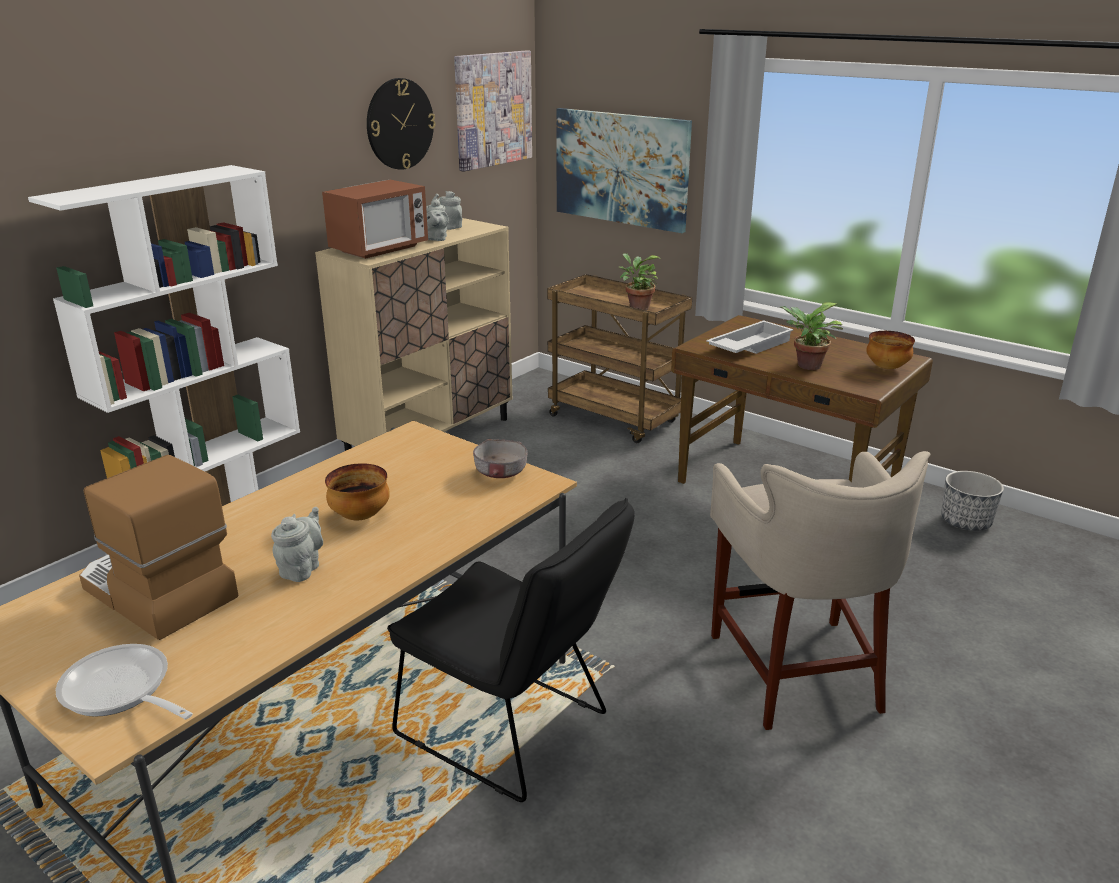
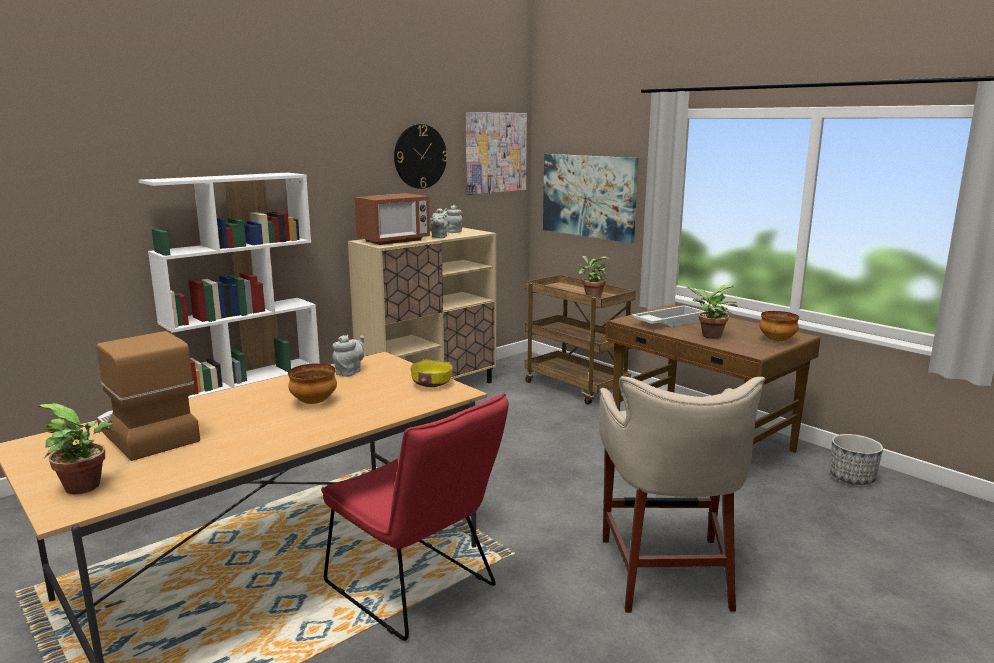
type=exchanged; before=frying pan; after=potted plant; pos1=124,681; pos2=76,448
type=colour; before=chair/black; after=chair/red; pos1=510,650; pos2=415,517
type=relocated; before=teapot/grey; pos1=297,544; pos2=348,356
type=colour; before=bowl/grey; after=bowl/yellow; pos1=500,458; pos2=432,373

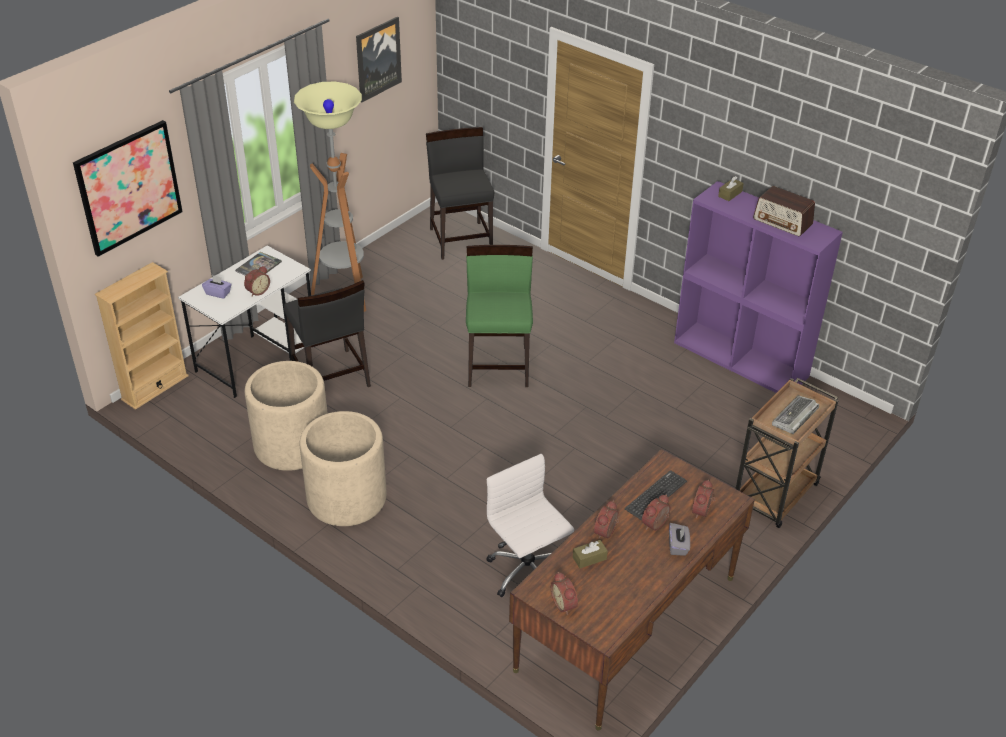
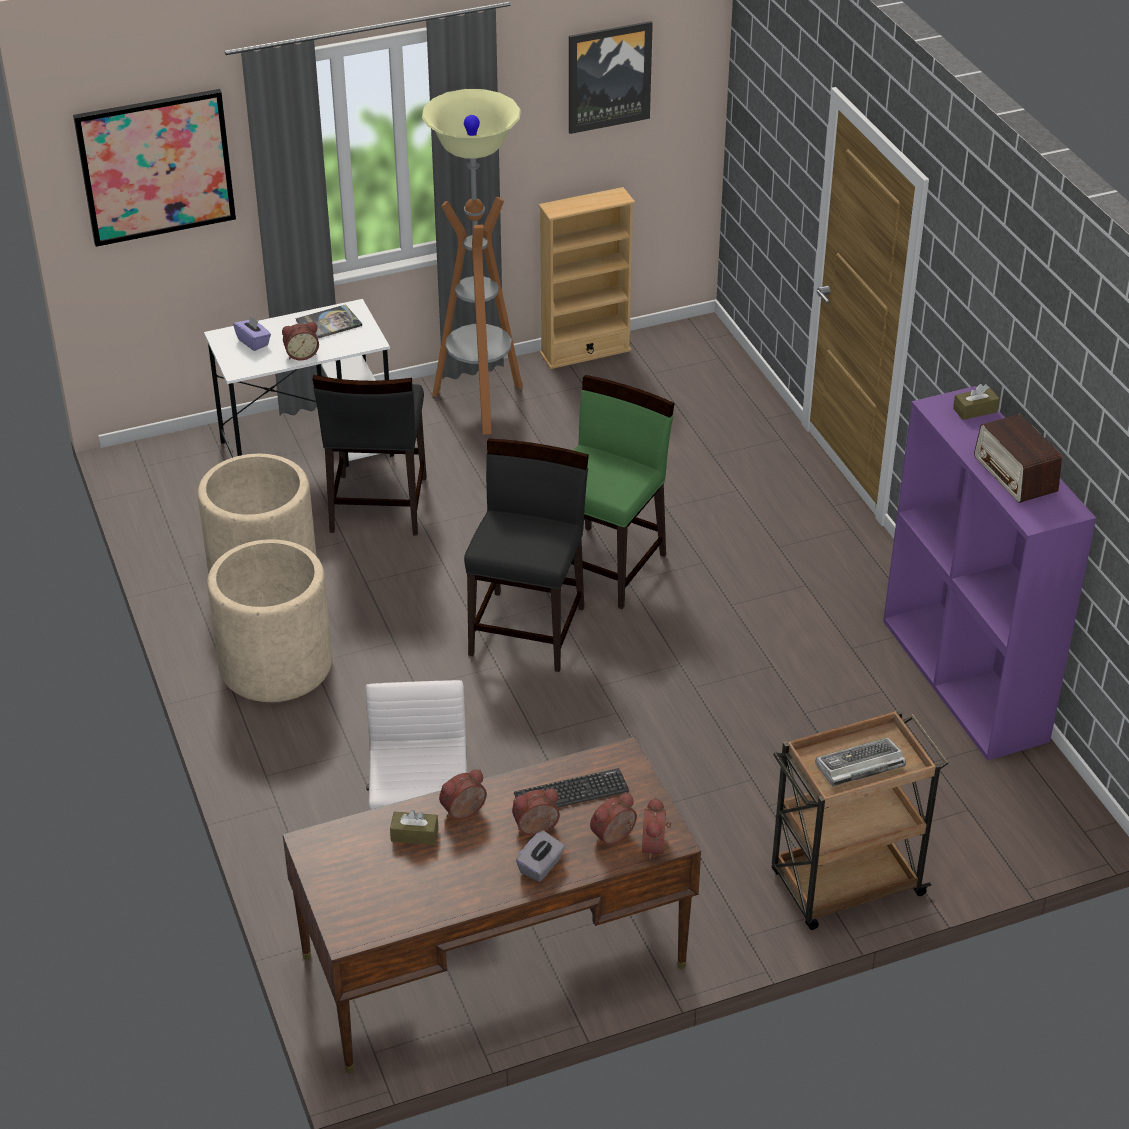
type=relocated; before=chair/black; pos1=460,193; pos2=526,555
type=relocated; before=bookcase/beige; pos1=142,336; pos2=587,278
type=relocated; before=alarm clock; pos1=564,593; pos2=656,828

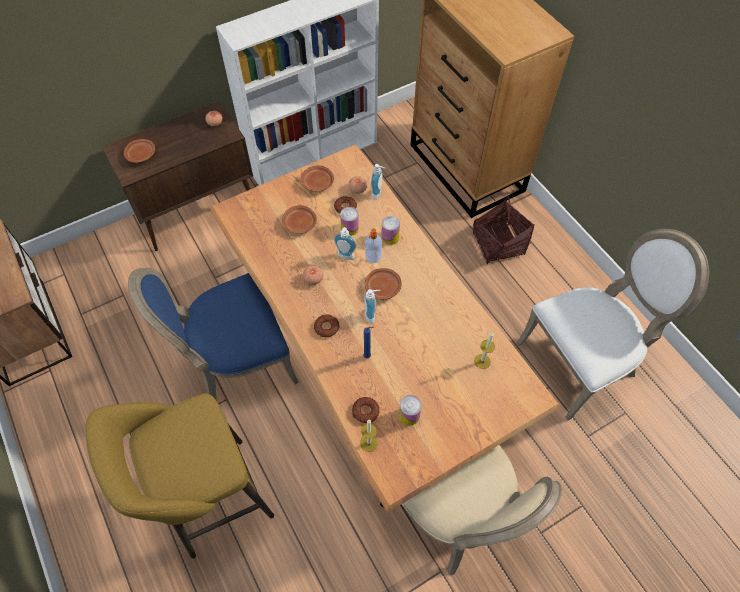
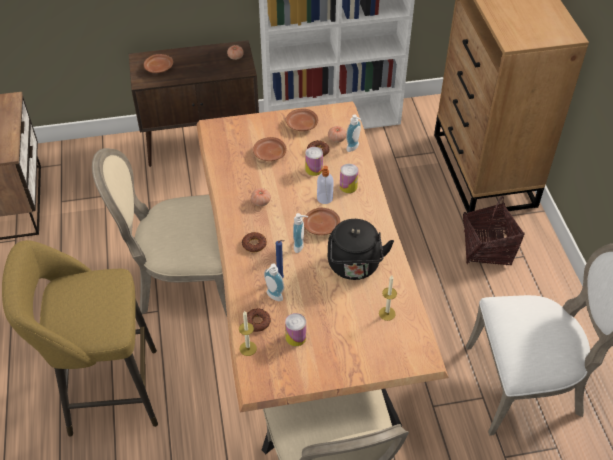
type=colour; before=chair/blue; after=chair/beige; pos1=213,334; pos2=159,232
type=relocated; before=soap dispenser; pos1=345,243; pos2=274,282
type=appeared; after=kettle/black; pos2=361,249

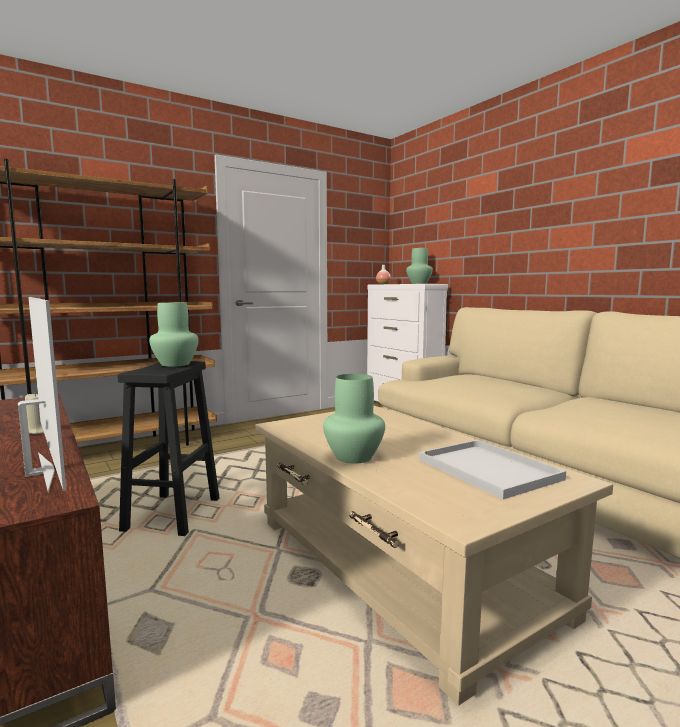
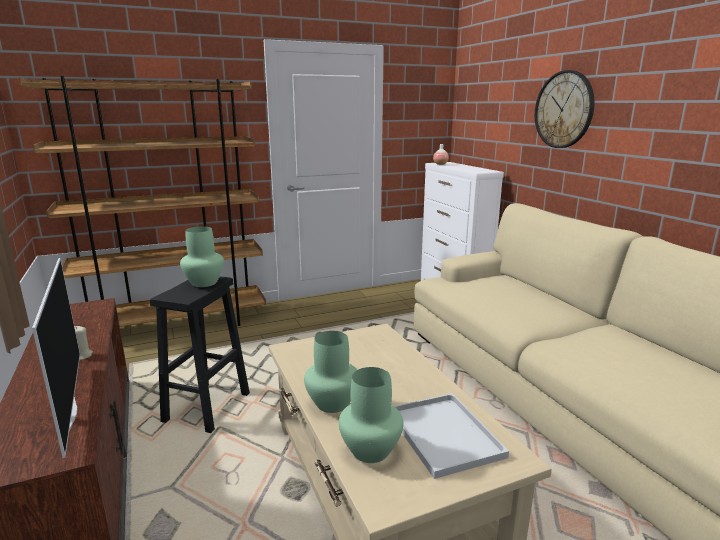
type=relocated; before=vase/green; pos1=419,266; pos2=371,415
type=appeared; after=wall clock; pos2=565,109

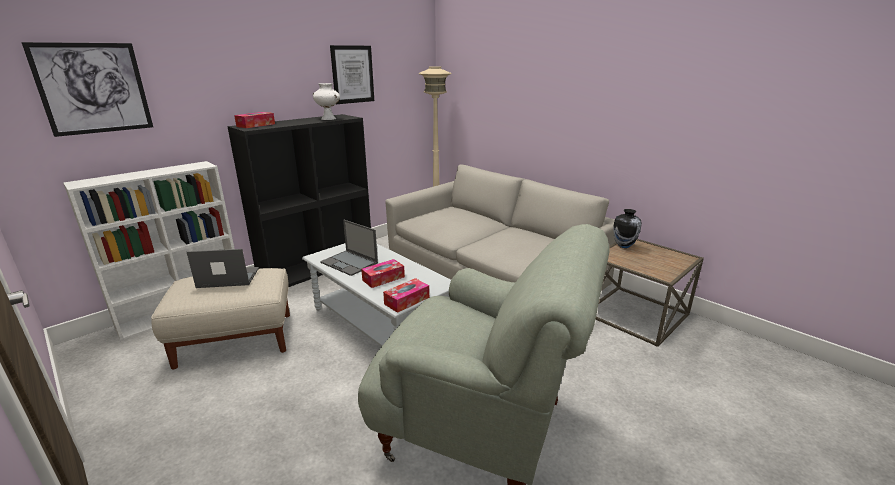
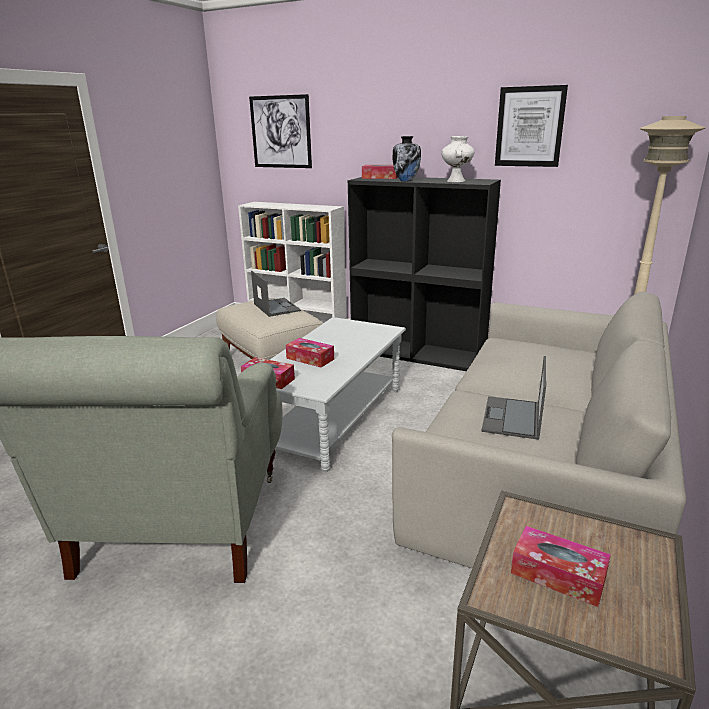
type=relocated; before=vase; pos1=627,228; pos2=406,158
type=relocated; before=laptop; pos1=349,248; pos2=514,398
type=appeared; after=tissue box; pos2=561,566

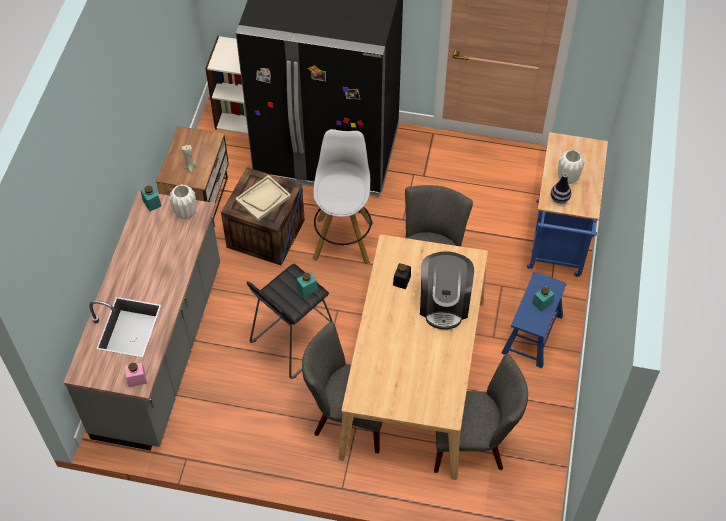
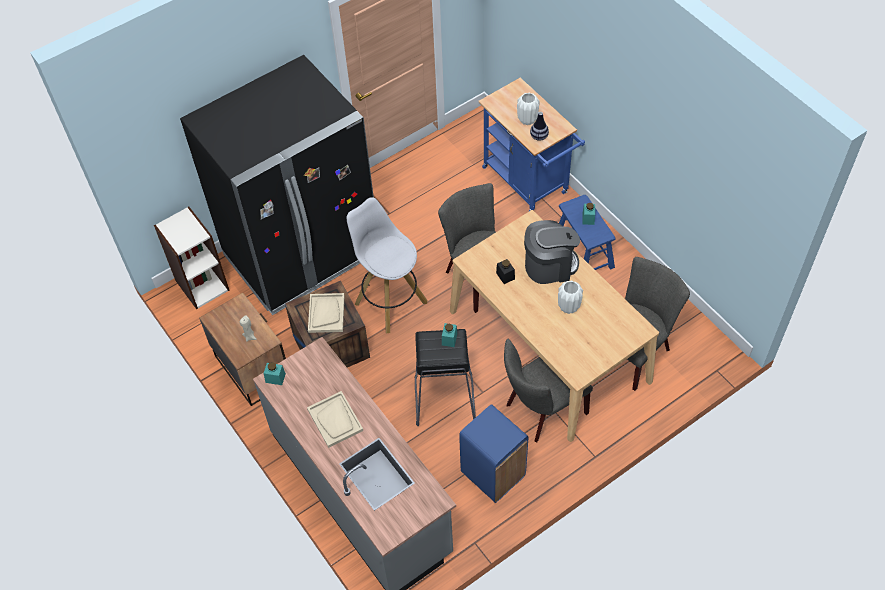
type=appeared; after=tray/beige; pos2=335,419
type=appeared; after=trash can/blue; pos2=493,453
type=spun; before=coffee machine; pos1=447,290; pos2=552,252; turn=-60
type=relocated; before=vase/white; pos1=183,202; pos2=570,297
type=missing; before=jar/pink; pos1=136,375

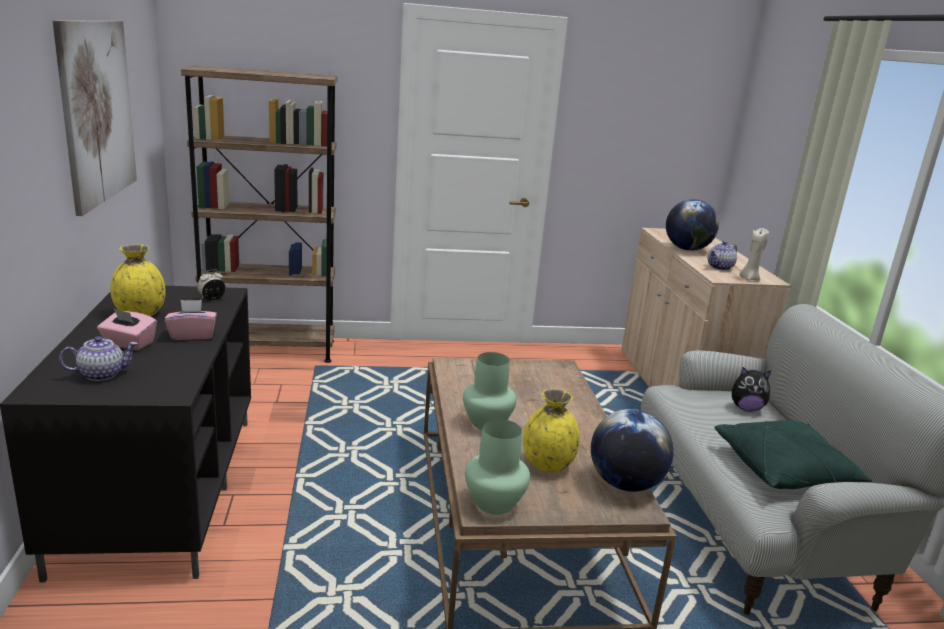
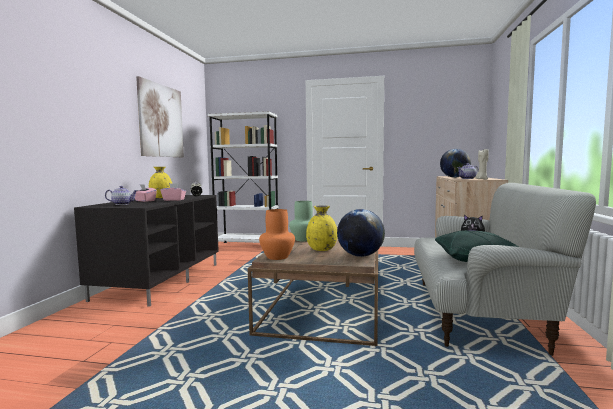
type=colour; before=bookcase/brown; after=bookcase/white; pos1=259,214; pos2=243,177
type=colour; before=vase/green; after=vase/orange; pos1=497,467; pos2=277,234

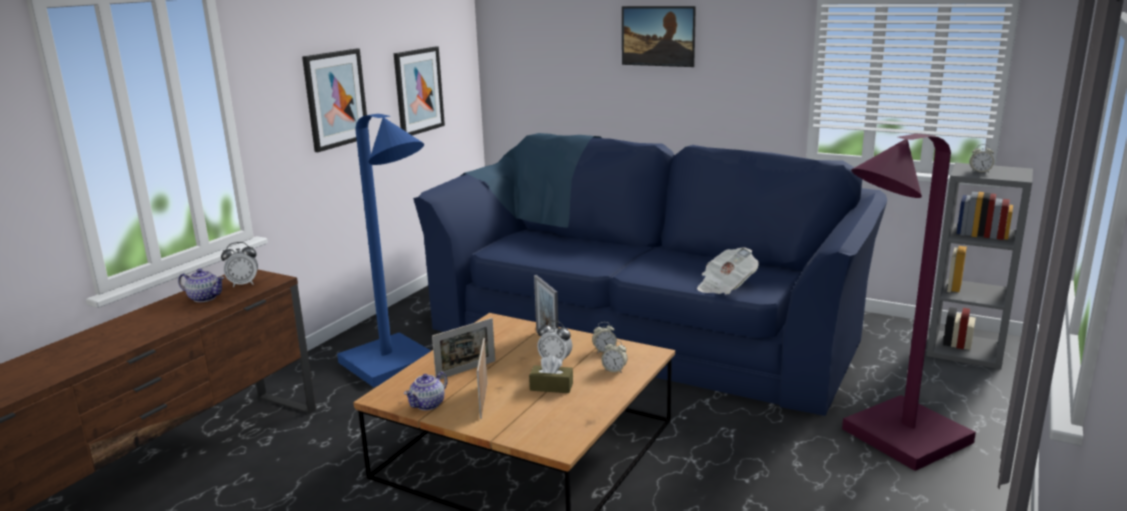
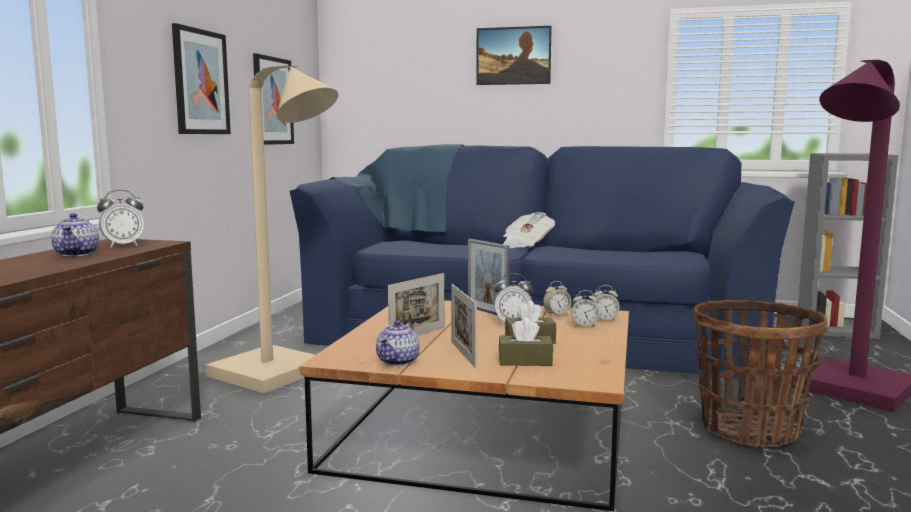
type=spun; before=teapot; pos1=201,285; pos2=75,235; turn=75
type=colour; before=floor lamp/blue; after=floor lamp/beige; pos1=384,250; pos2=272,229
type=appeared; after=tissue box/brown; pos2=526,342
type=relocated; before=newspaper; pos1=728,270; pos2=529,230
type=relocated; before=alarm clock; pos1=982,158; pos2=606,303
type=appeared; after=basket; pos2=761,374

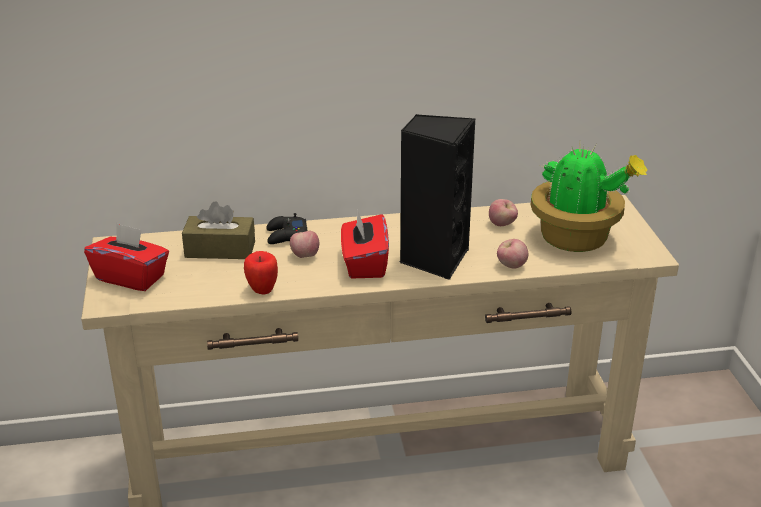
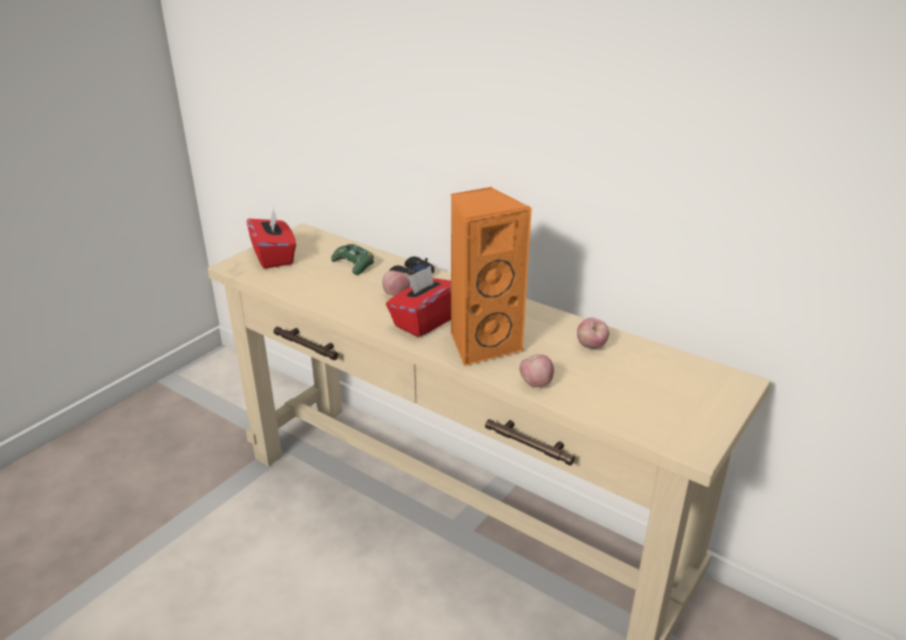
type=exchanged; before=tissue box/brown; after=game controller/green; pos1=218,230; pos2=352,259
type=colour; before=speaker/black; after=speaker/orange; pos1=437,197; pos2=491,276
type=missing; before=apple; pos1=261,273
type=missing; before=potted plant; pos1=589,198

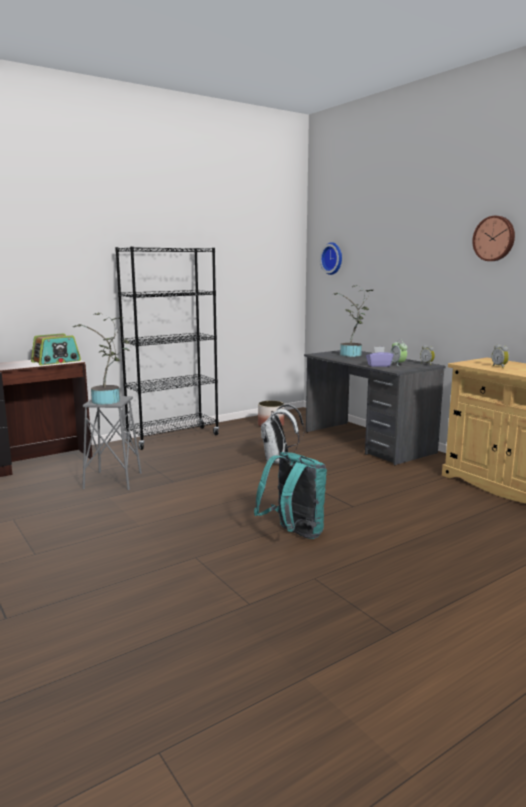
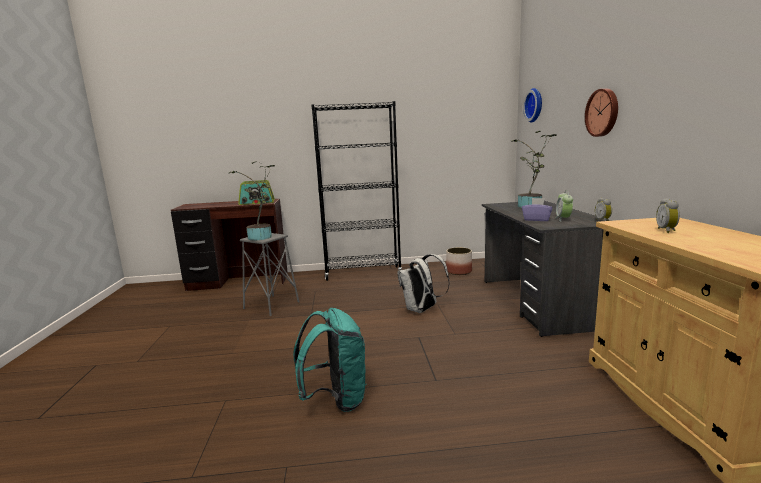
type=relocated; before=wall clock; pos1=493,238; pos2=601,113

